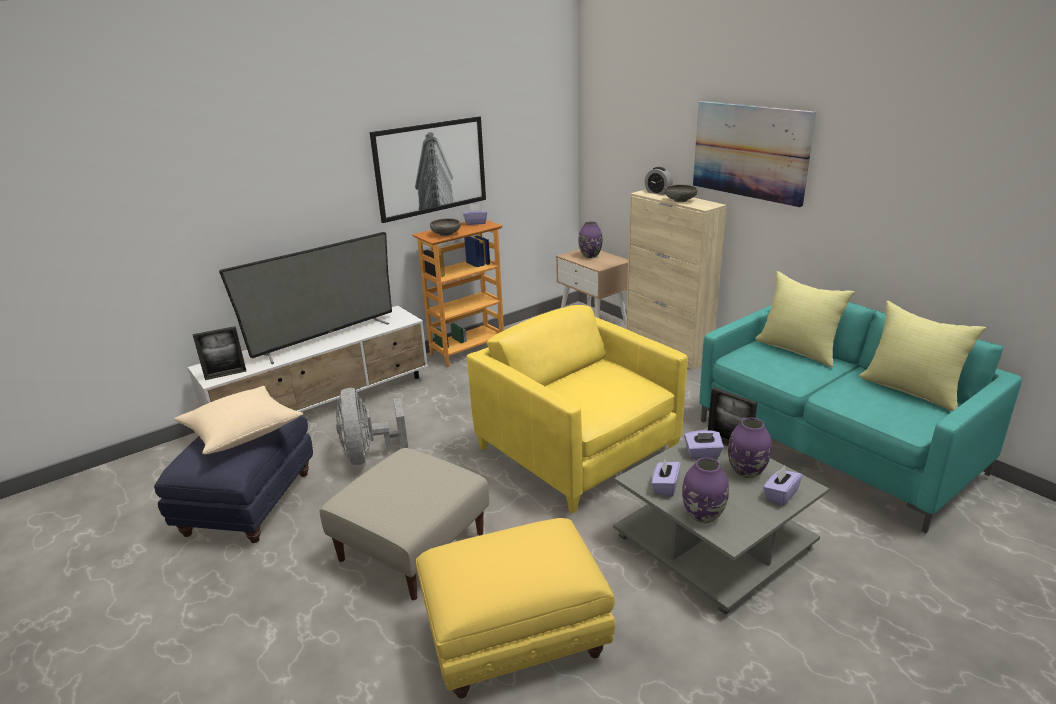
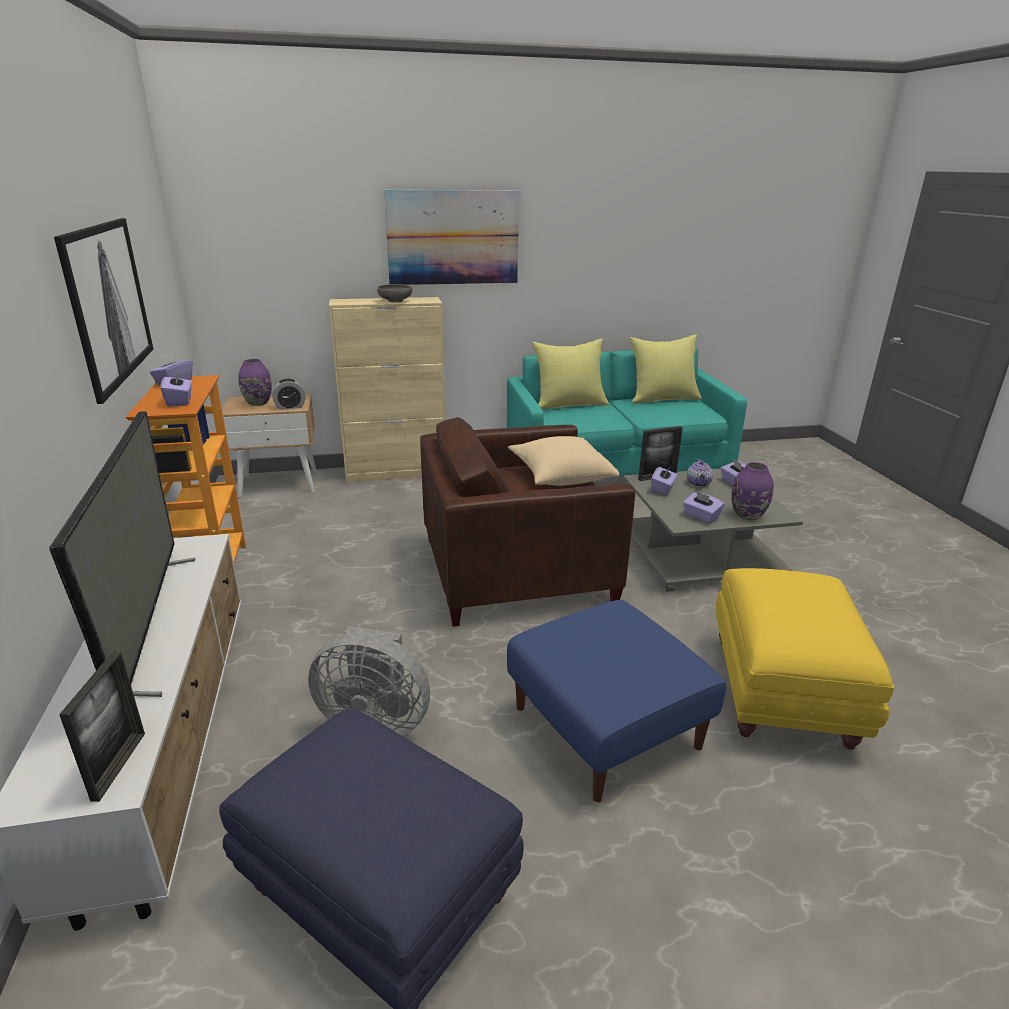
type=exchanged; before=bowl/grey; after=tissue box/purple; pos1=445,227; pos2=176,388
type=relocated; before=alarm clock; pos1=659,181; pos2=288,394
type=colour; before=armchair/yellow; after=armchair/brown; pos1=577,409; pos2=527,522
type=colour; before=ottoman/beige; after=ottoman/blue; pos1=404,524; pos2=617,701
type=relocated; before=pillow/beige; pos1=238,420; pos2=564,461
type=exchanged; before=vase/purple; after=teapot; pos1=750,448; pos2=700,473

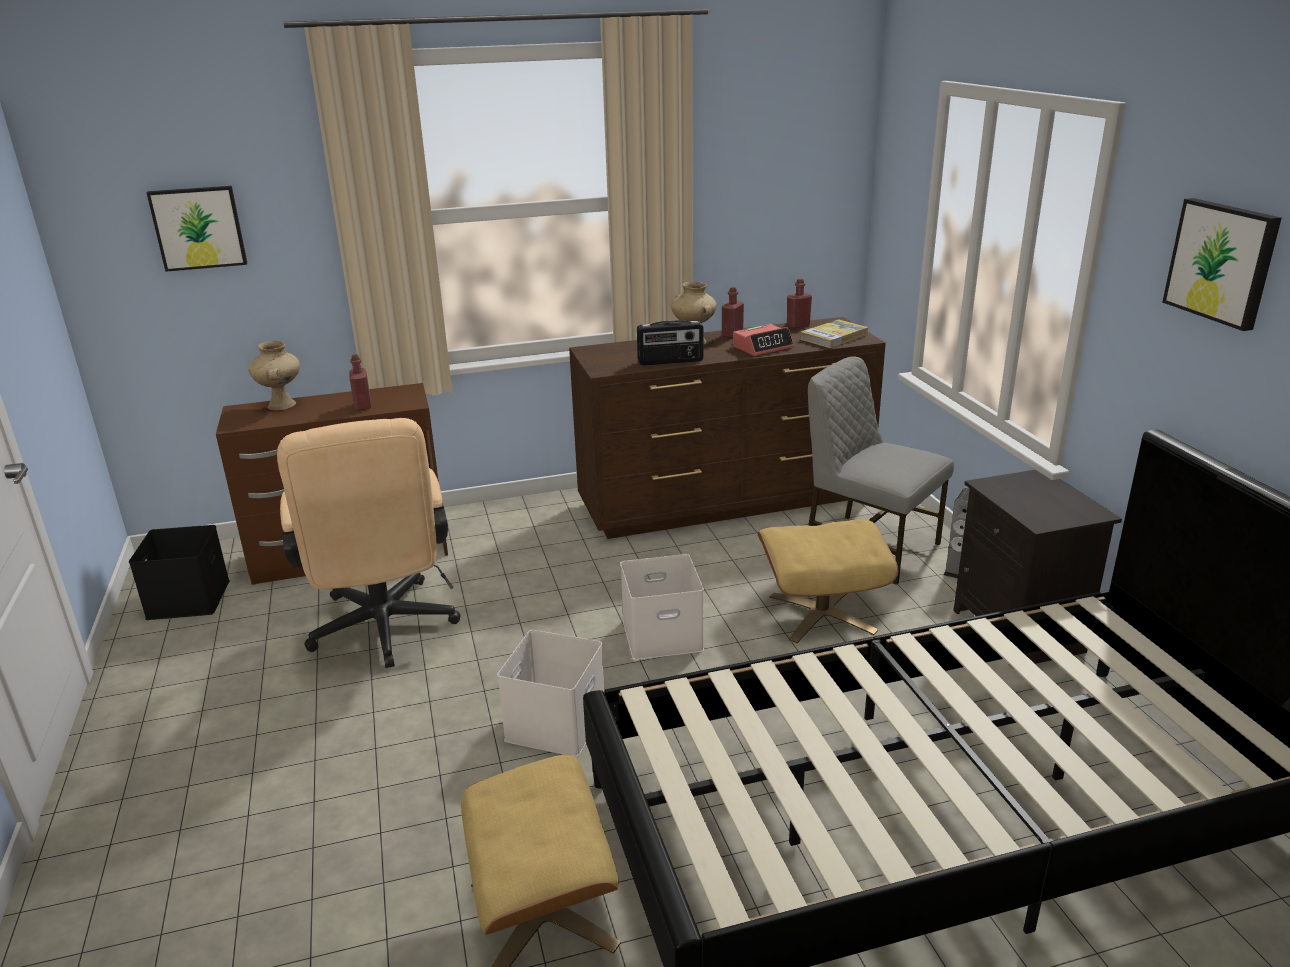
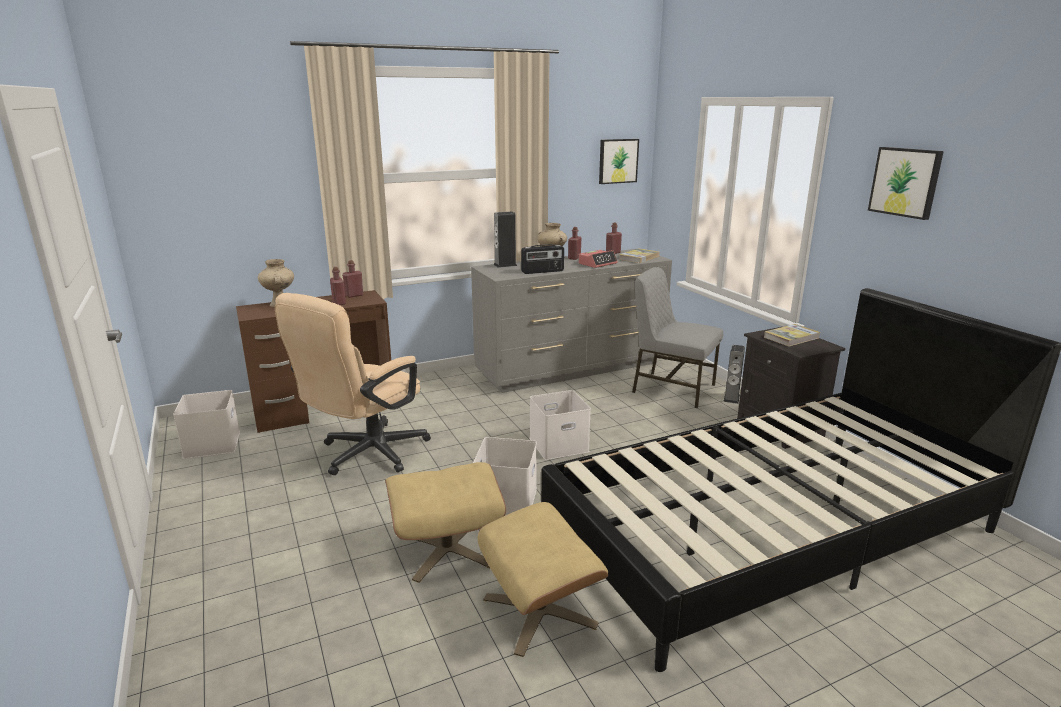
type=colour; before=storage box/black; after=storage box/white; pos1=179,572; pos2=206,424
type=spun; before=office chair/beige; pos1=369,543; pos2=353,384; turn=60
type=appeared; after=bottle/red; pos2=352,279
type=relocated; before=ottoman/beige; pos1=828,581; pos2=445,522
type=colour; before=dresser/brown; after=dresser/grey; pos1=727,428; pos2=571,321
type=appeared; after=speaker; pos2=505,239
type=relocated; before=picture; pos1=197,229; pos2=619,161
type=appeared; after=book; pos2=792,335

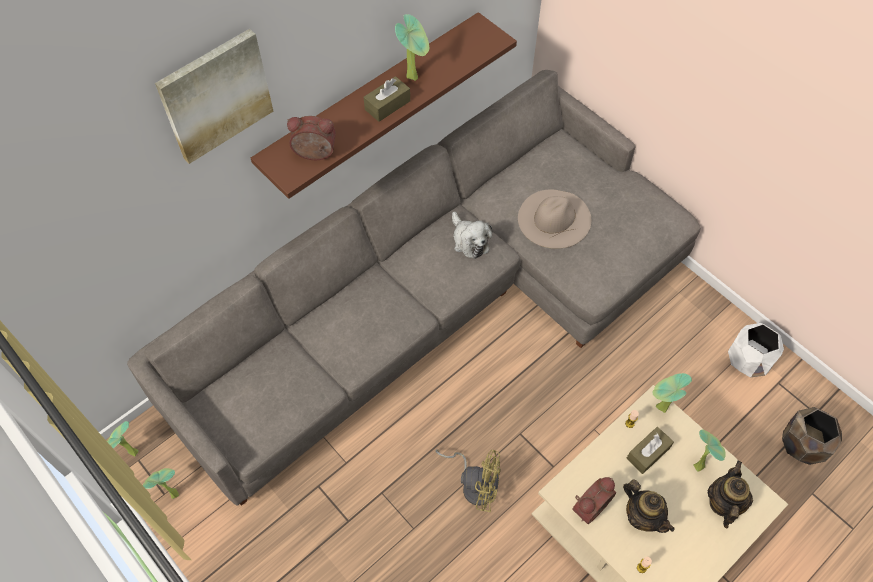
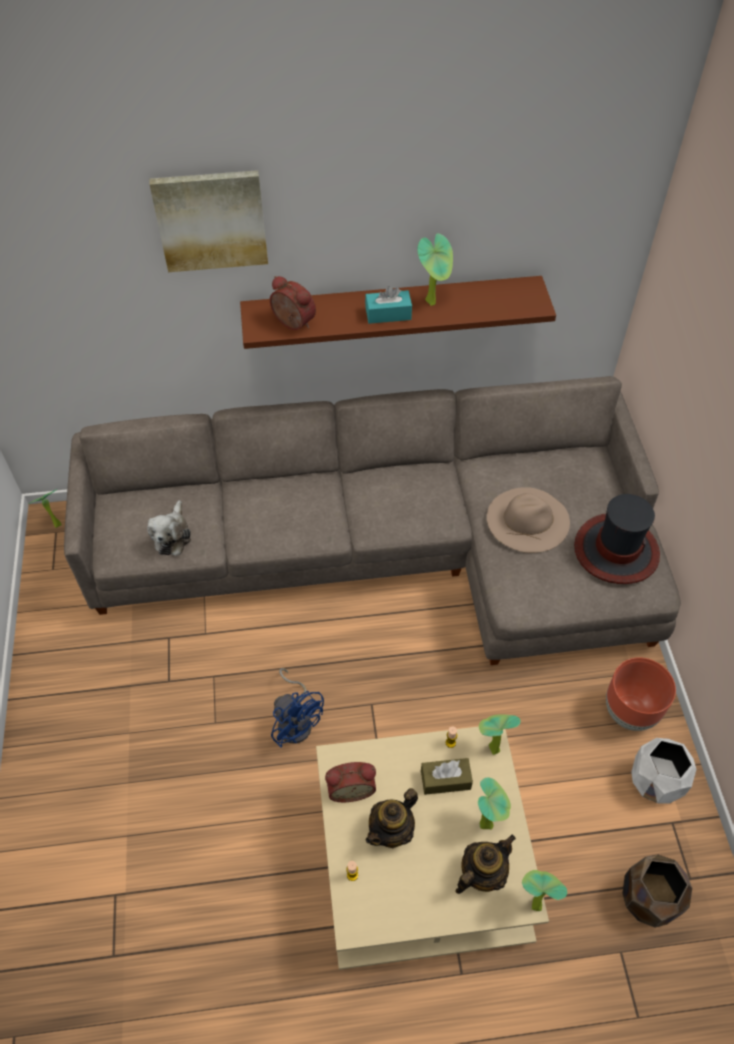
type=relocated; before=plush toy; pos1=472,235; pos2=169,528
type=colour; before=fan/yellow; after=fan/blue; pos1=467,480; pos2=297,708
type=colour; before=tissue box/brown; after=tissue box/turquoise; pos1=387,99; pos2=388,305
type=spun; before=teapot; pos1=649,506; pos2=392,818; turn=45
type=relocated; before=potted plant; pos1=161,483; pos2=544,890
type=appeared; after=hat; pos2=617,539
type=appeared; after=planter/brown; pos2=641,694

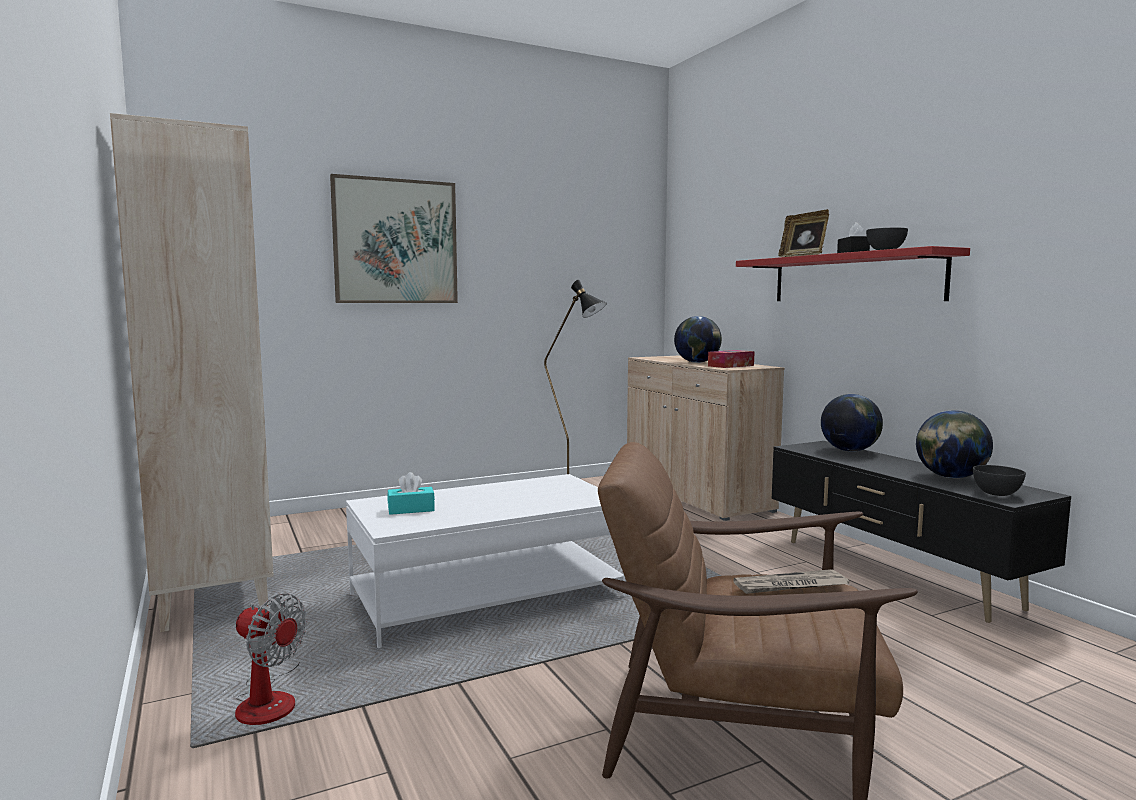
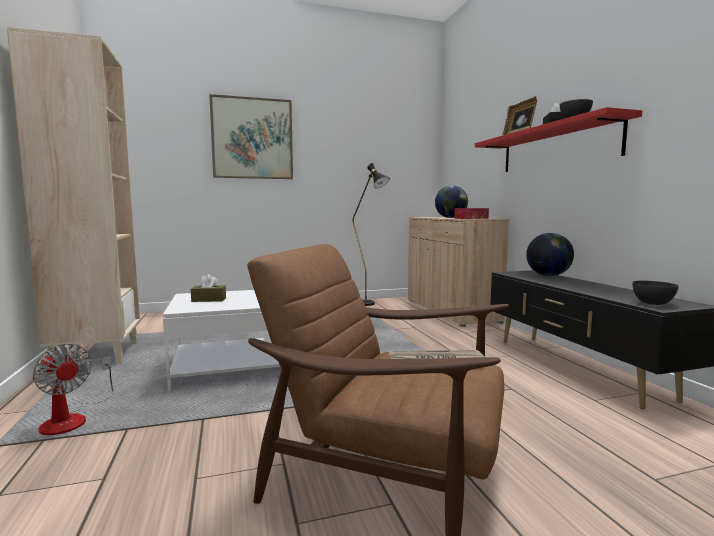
type=colour; before=tissue box/turquoise; after=tissue box/brown; pos1=411,493; pos2=208,288
type=missing; before=globe; pos1=954,444

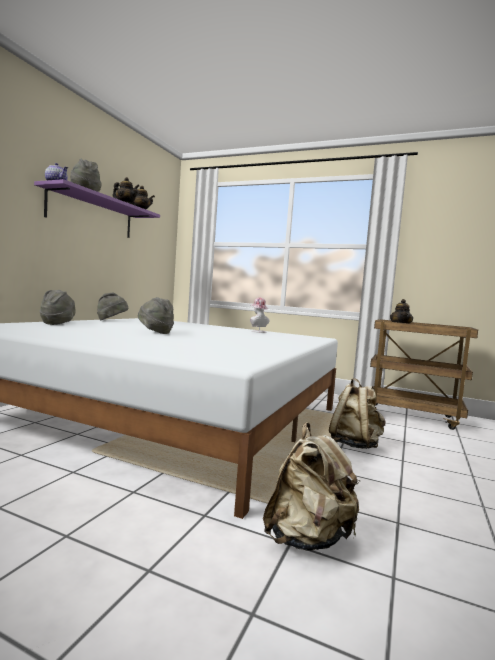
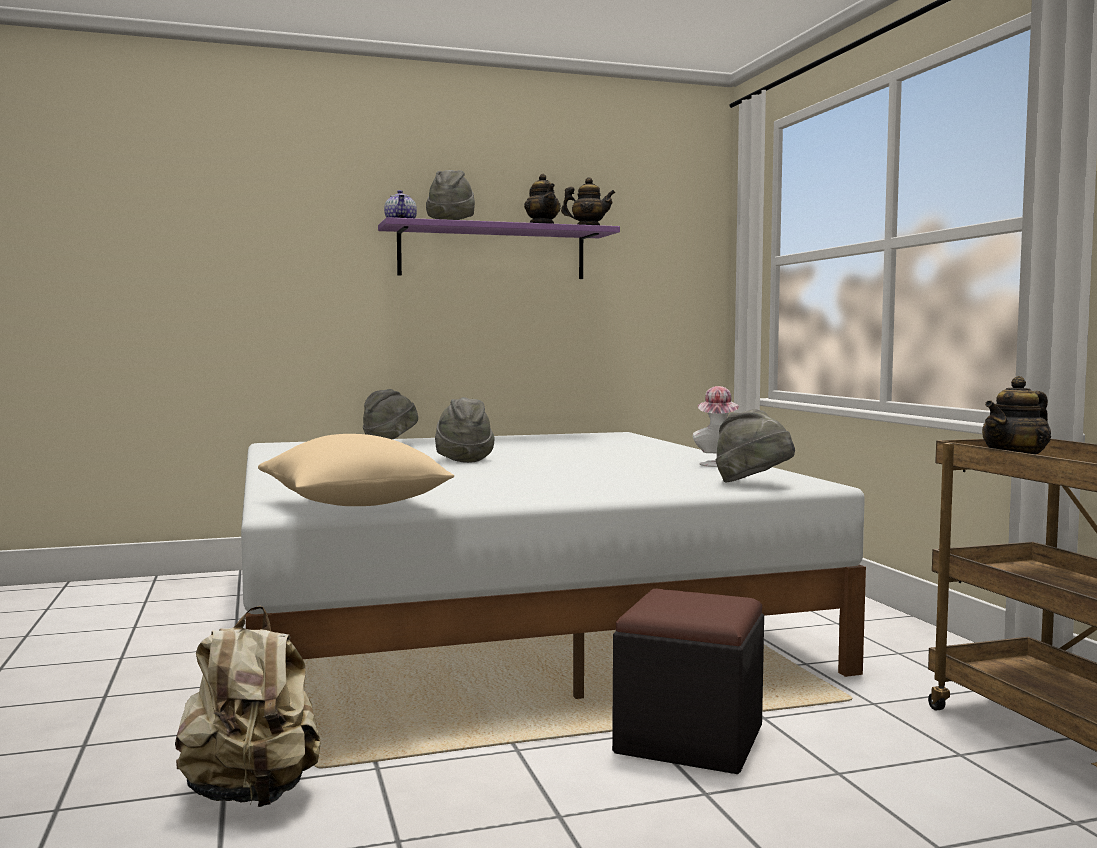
type=appeared; after=pillow/beige; pos2=356,470
type=exchanged; before=backpack/beige; after=ottoman/black; pos1=357,413; pos2=688,681
type=relocated; before=hat/grey; pos1=112,306; pos2=755,445

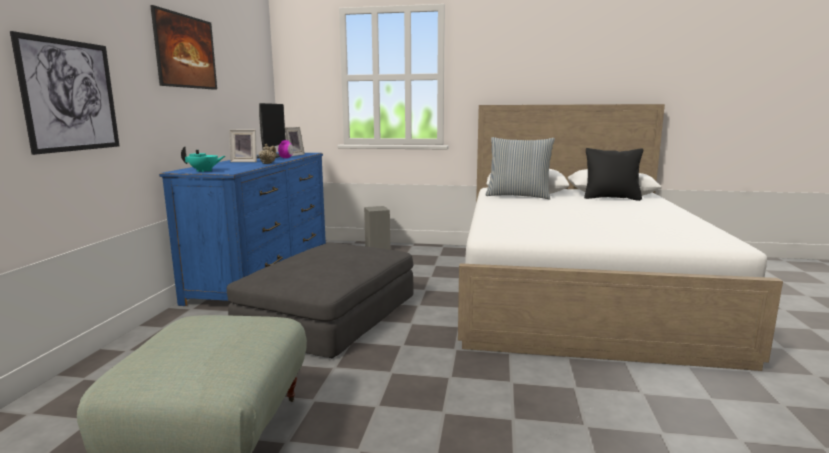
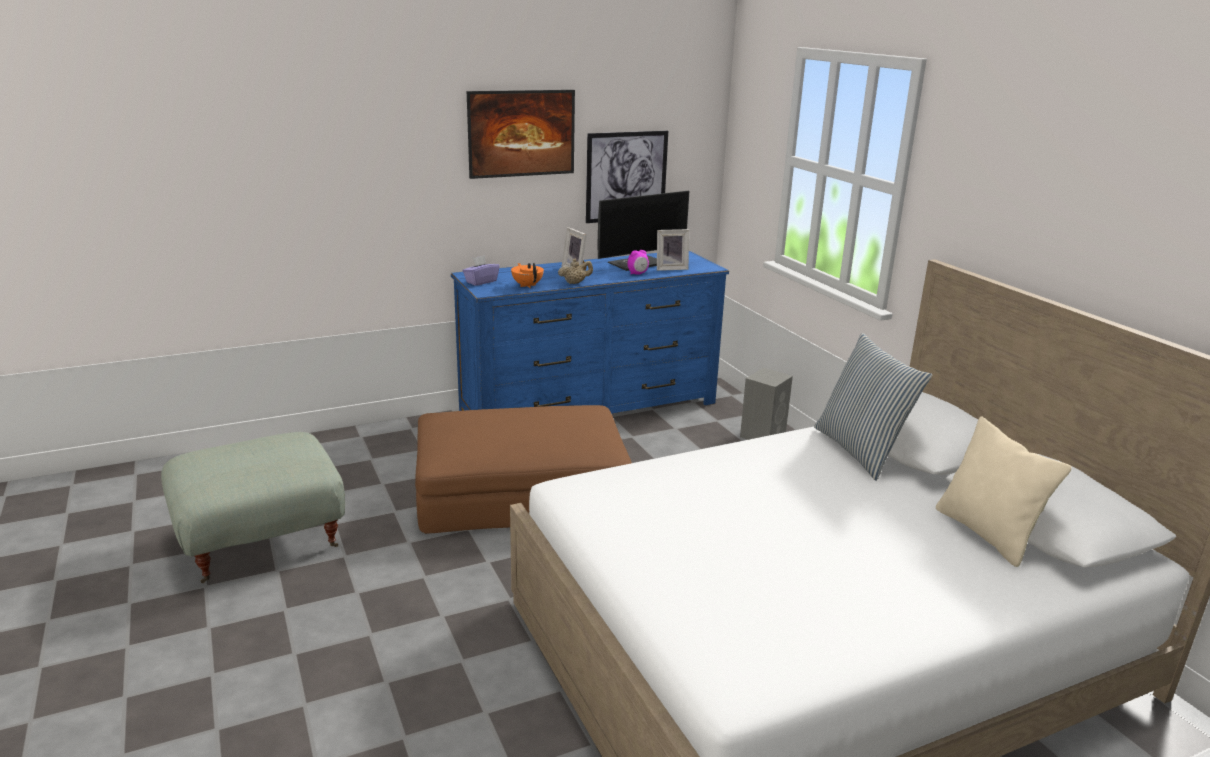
type=colour; before=ottoman/grey; after=ottoman/brown; pos1=320,300; pos2=523,469
type=exchanged; before=teapot/turquoise; after=tissue box/purple; pos1=203,159; pos2=481,270
type=appeared; after=teapot/orange; pos2=527,275
type=relocated; before=picture; pos1=65,93; pos2=627,177
type=colour; before=pillow/black; after=pillow/beige; pos1=613,174; pos2=1004,492

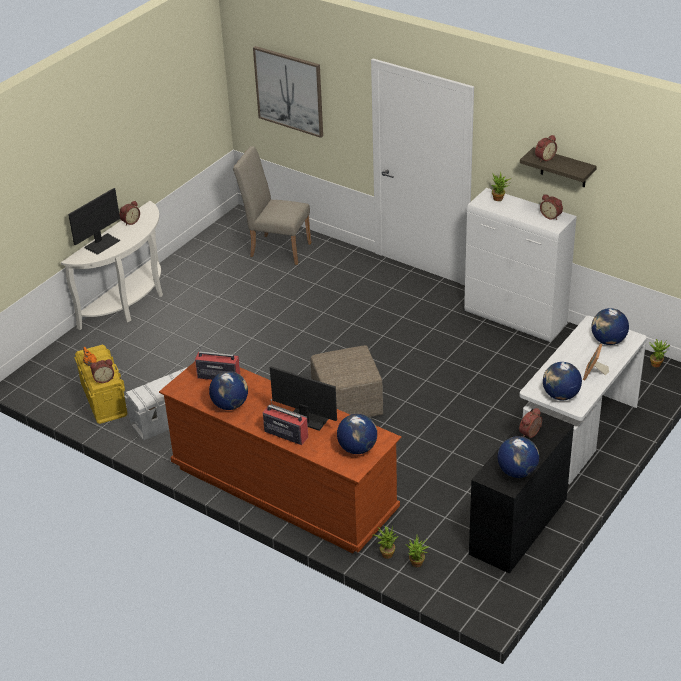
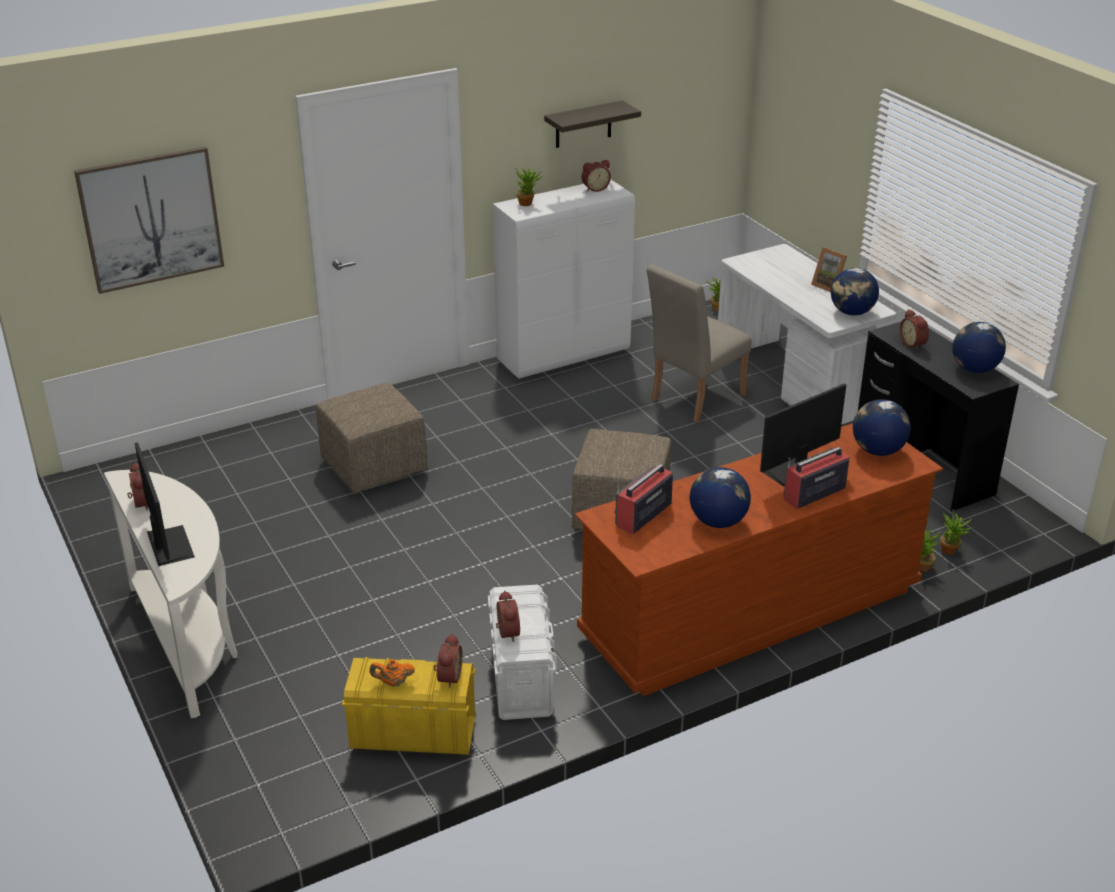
type=appeared; after=ottoman/beige; pos2=372,438
type=relocated; before=alarm clock; pos1=546,148; pos2=508,616
type=relocated; before=chair/beige; pos1=272,205; pos2=699,344
type=missing; before=globe; pos1=610,326

